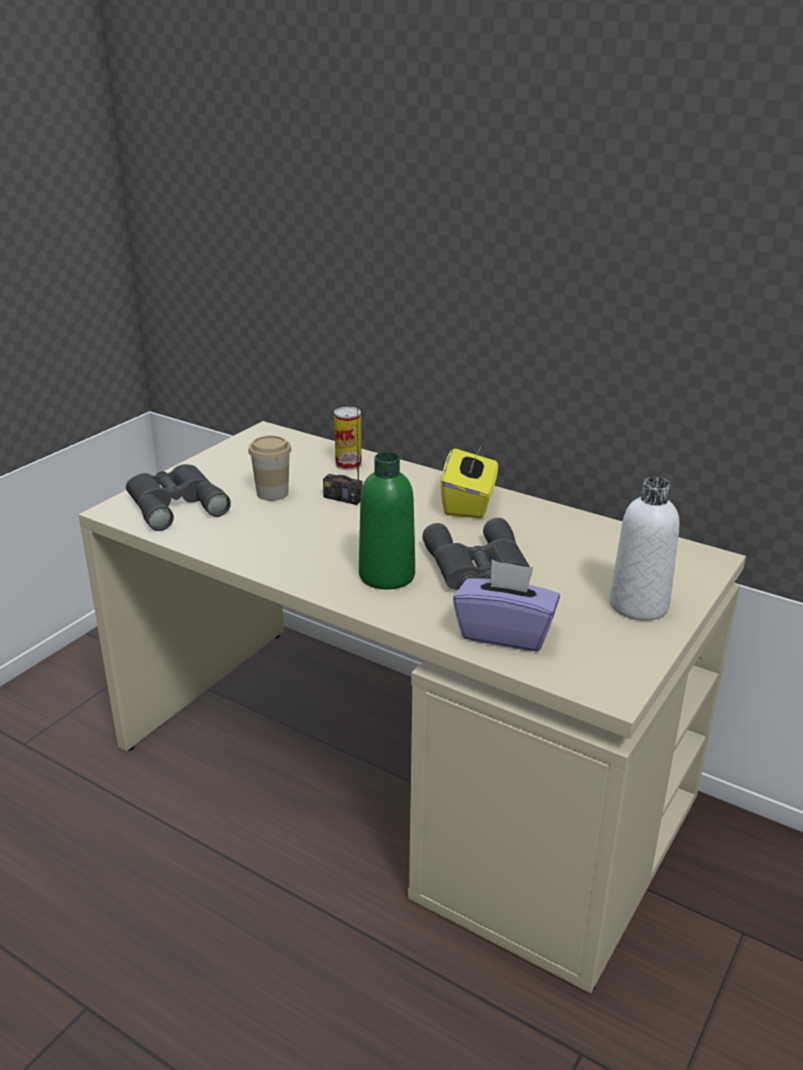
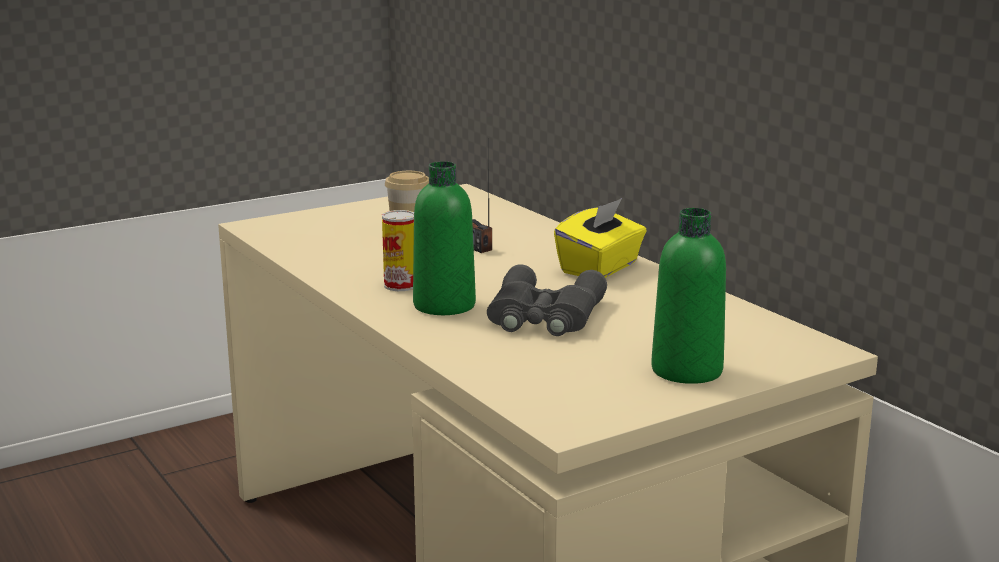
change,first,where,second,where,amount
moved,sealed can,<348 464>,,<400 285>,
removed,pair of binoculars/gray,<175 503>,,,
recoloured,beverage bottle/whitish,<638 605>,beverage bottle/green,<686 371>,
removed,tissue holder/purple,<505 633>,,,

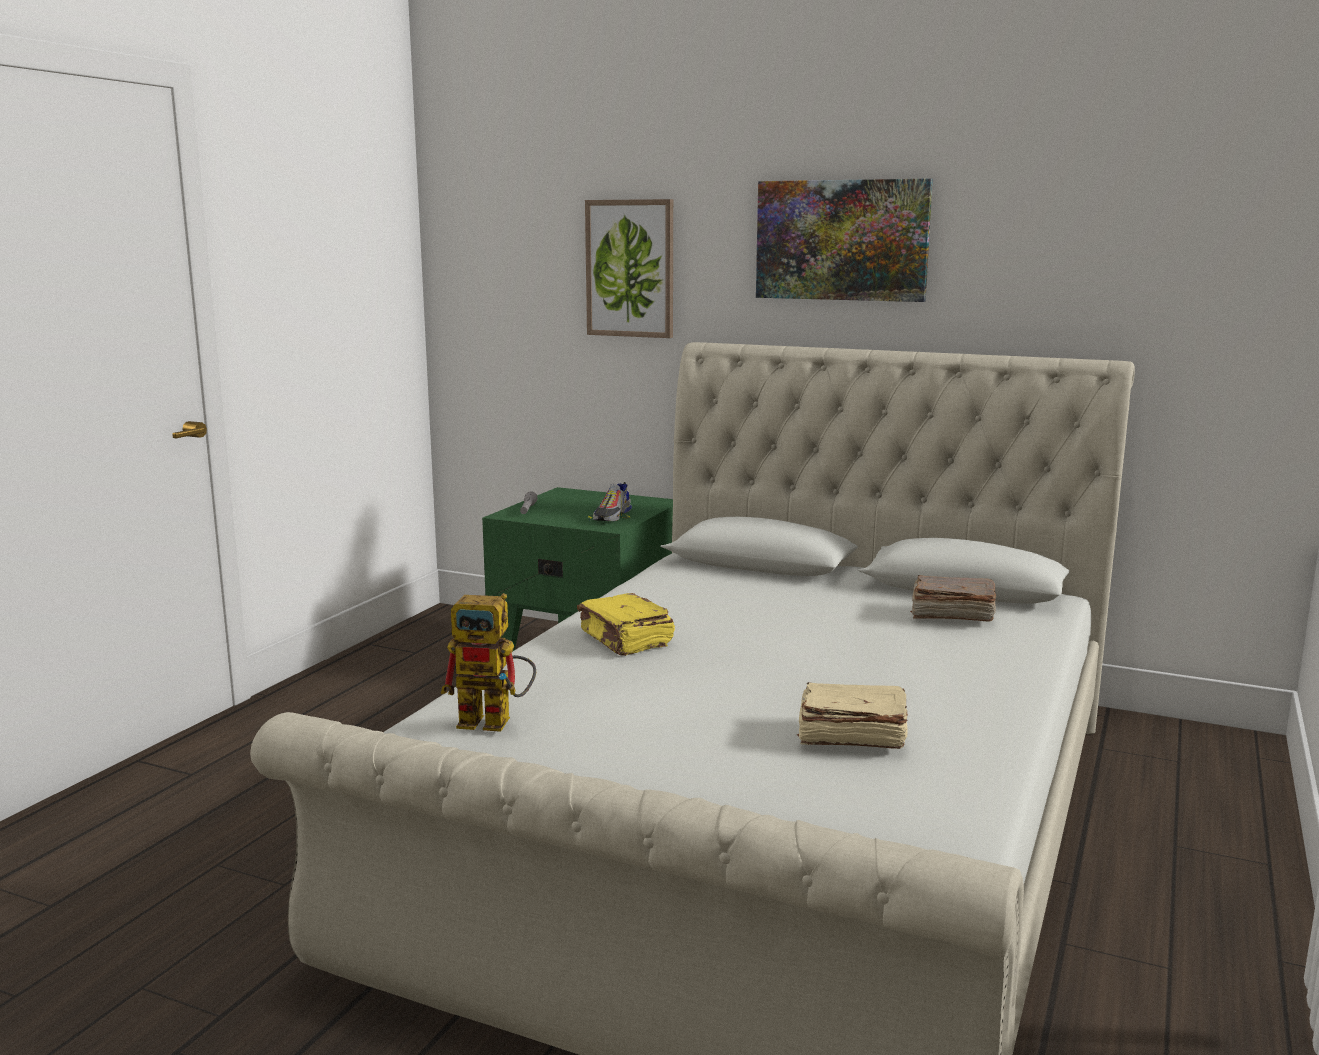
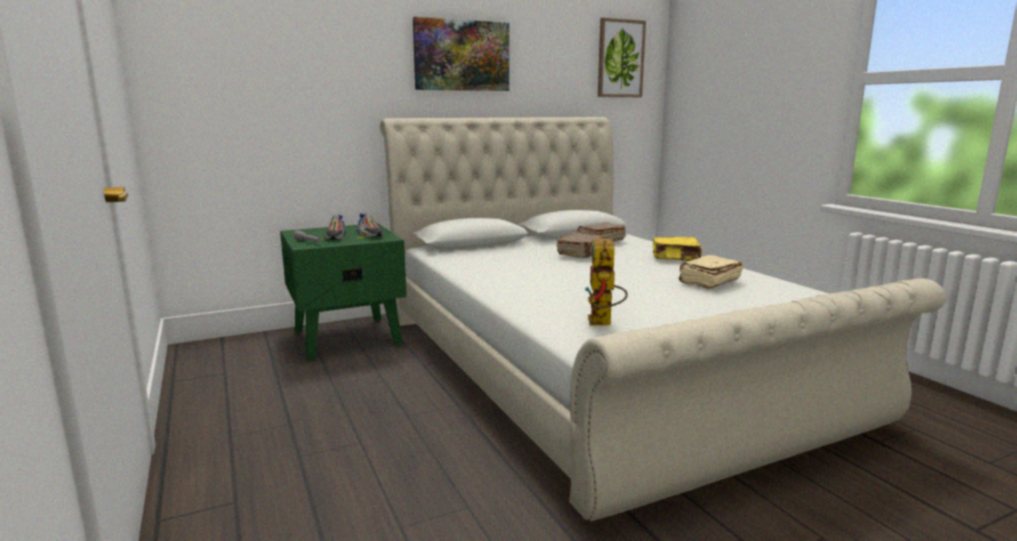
change,first,where,second,where,amount
moved,picture,<630 268>,,<620 59>,
turned,model robot,<496 721>,,<603 323>,135 degrees clockwise
moved,bound book/yellow,<625 640>,,<676 258>,
added,,,low shoe,<336 236>,
added,,,bound book/brownish,<580 254>,

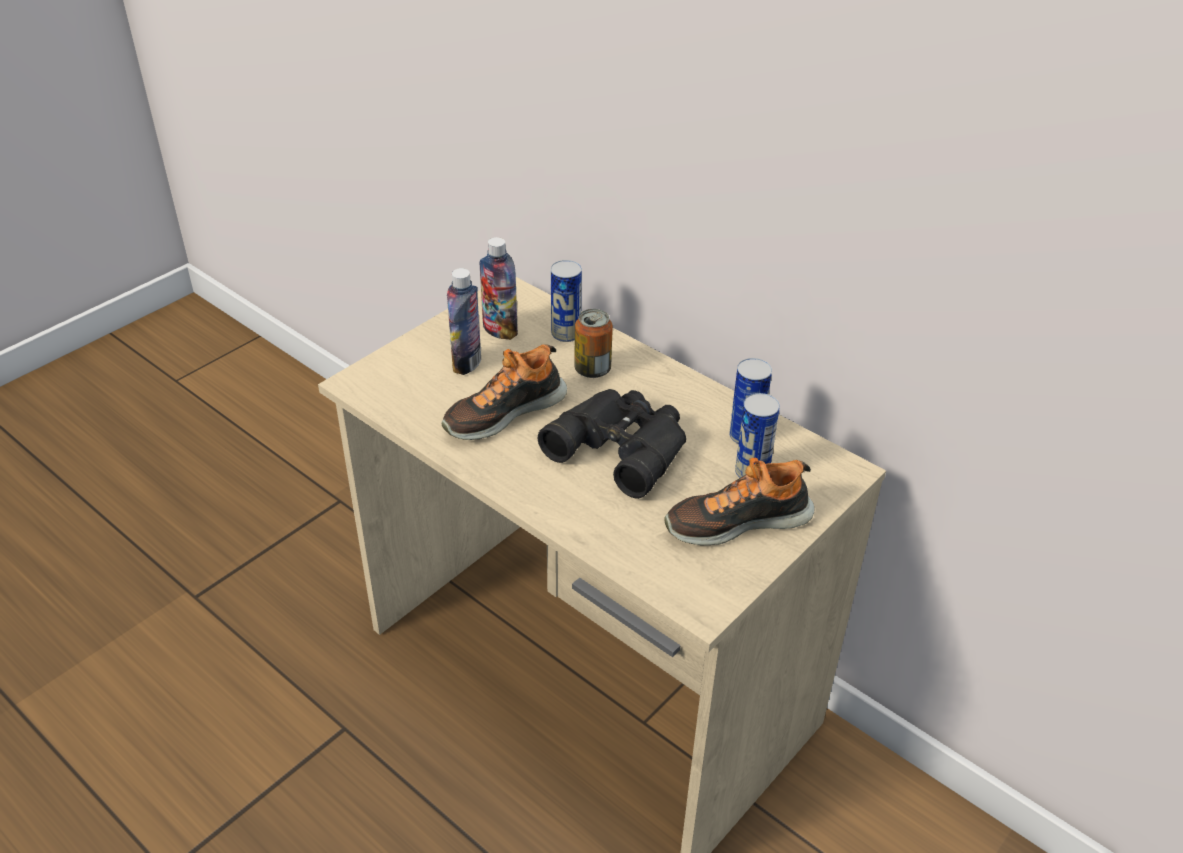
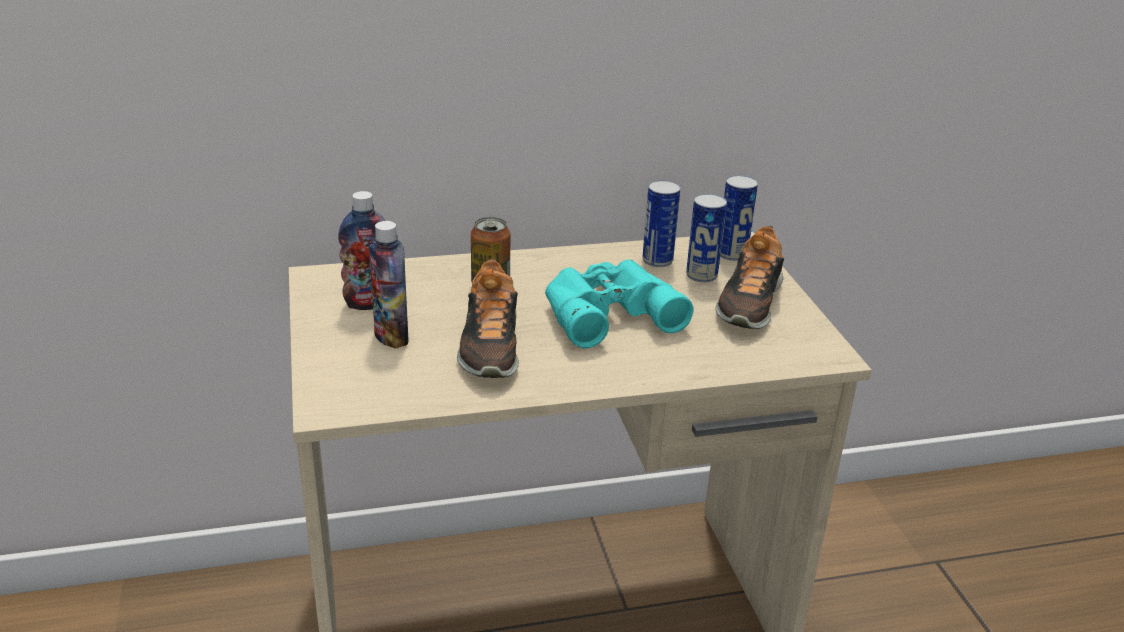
change,first,where,second,where,amount
moved,sealed can,<566 334>,,<732 254>,
recoloured,pair of binoculars/blackish,<622 446>,pair of binoculars/turquoise-coloured,<606 311>,

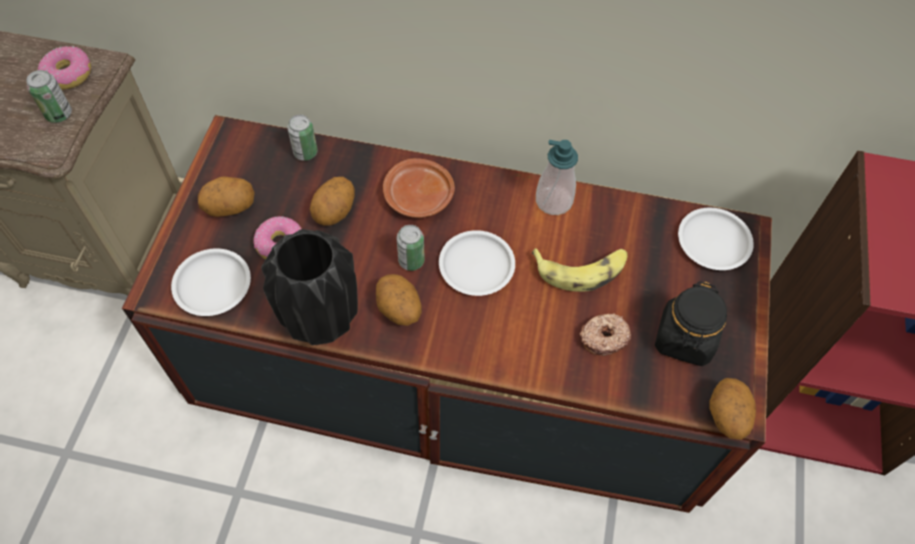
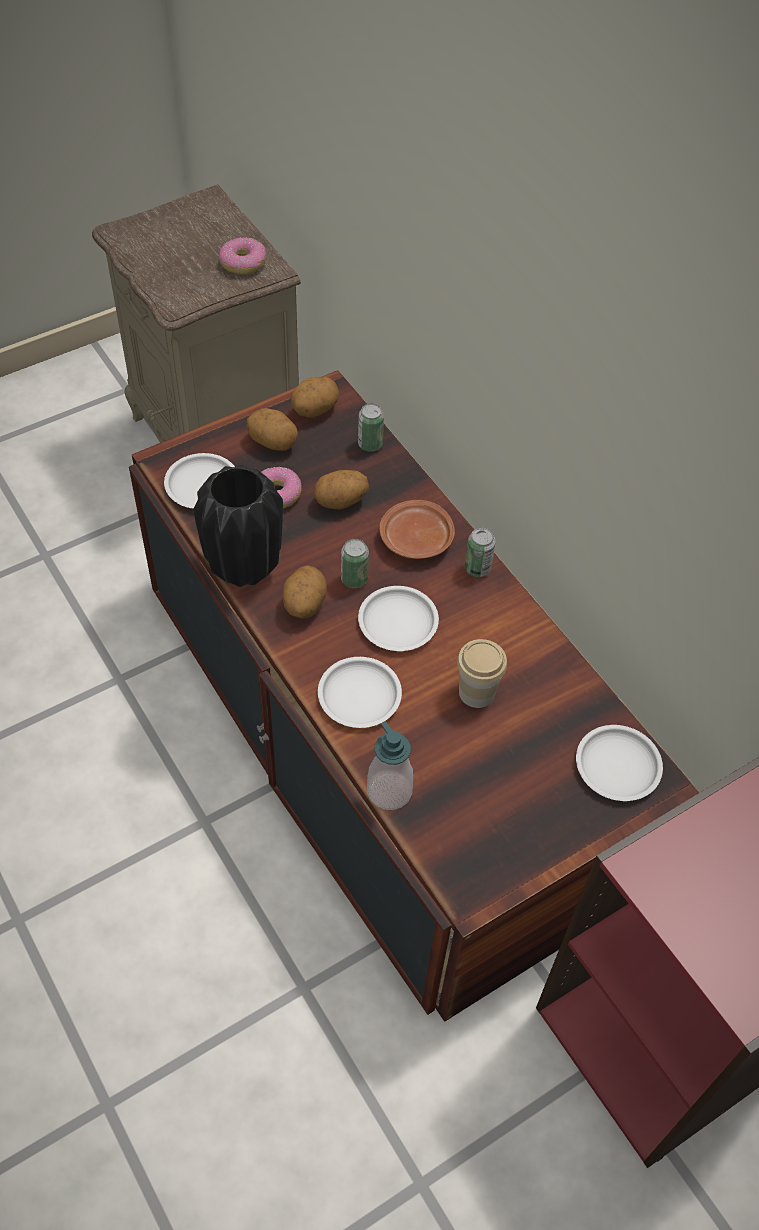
change,first,where,second,where,amount
moved,sealed can,<59 114>,,<477 568>,
moved,liquid soap bottle,<553 201>,,<389 791>,
replaced,whole banana,<581 269>,drinking cup,<476 692>,
removed,preserve jar/blackish,<684 339>,,,
removed,doughnut,<603 337>,,,
moved,whole potato,<725 416>,,<314 410>,
added,,,dinner plate/whitish,<359 696>,

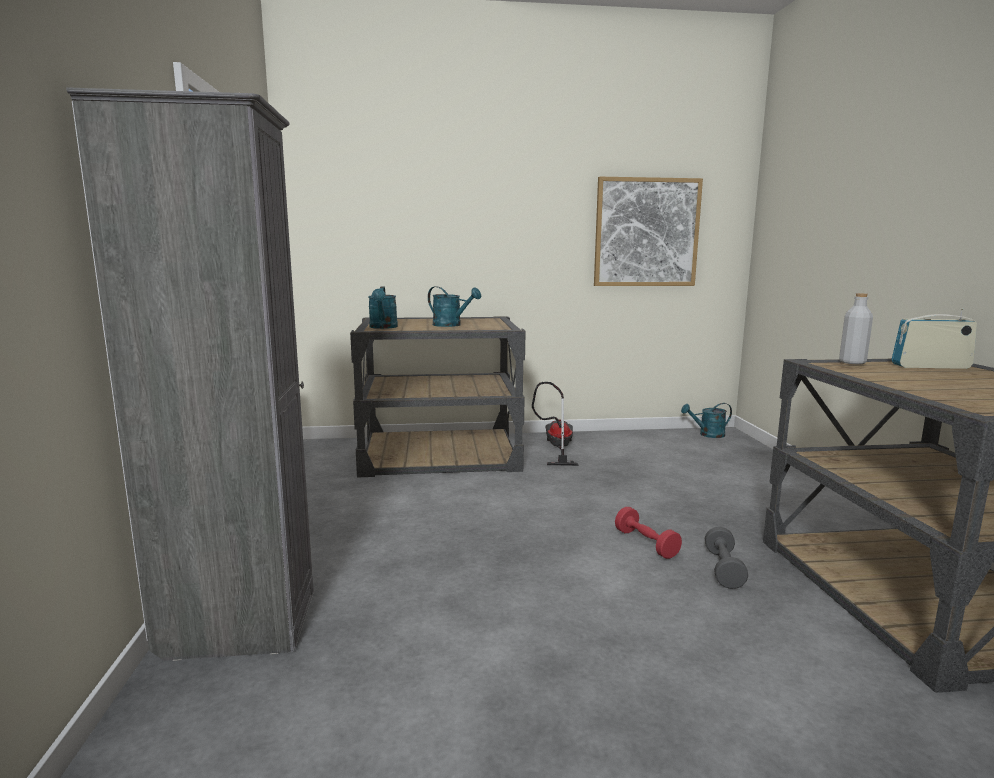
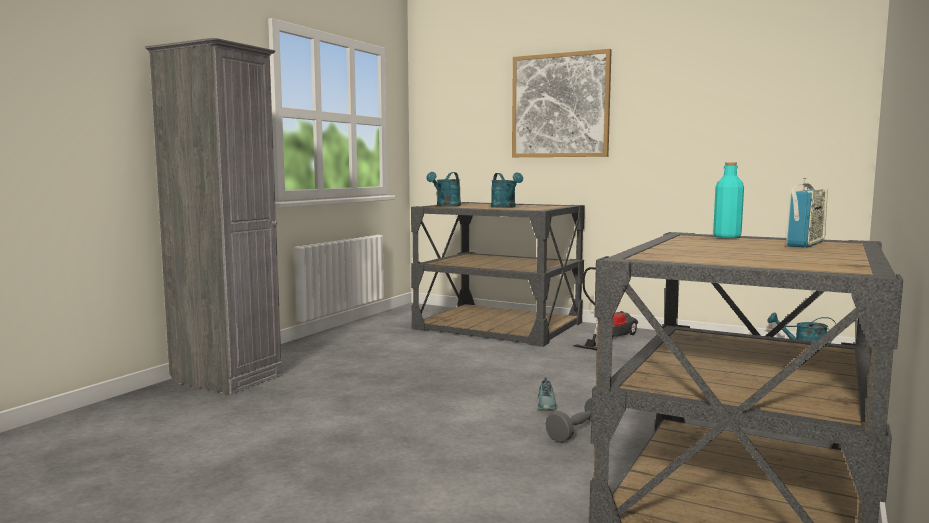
change,first,where,second,where,amount
moved,picture,<646 232>,,<560 105>,
recoloured,beverage bottle/gray,<852 362>,beverage bottle/turquoise-coloured,<727 236>,
turned,radio set,<930 366>,,<805 244>,90 degrees clockwise
replaced,free weight/red-coloured,<646 544>,low shoe,<547 404>,

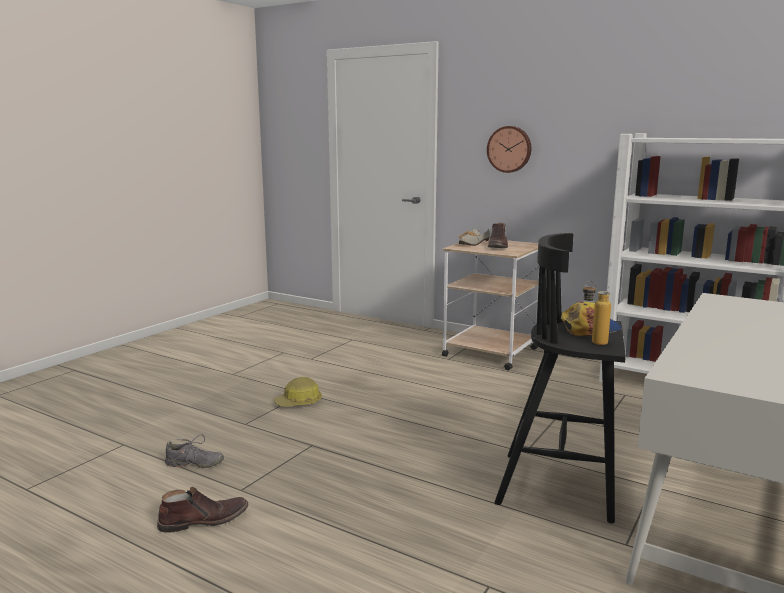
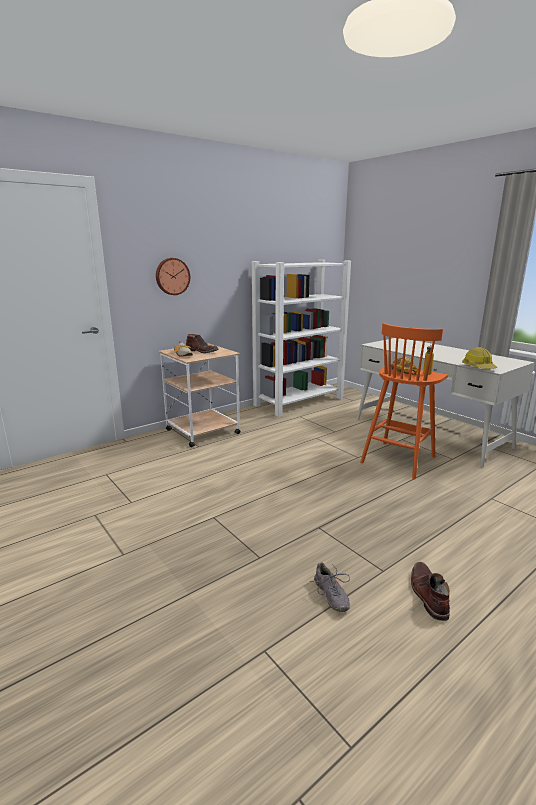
change,first,where,second,where,amount
recoloured,stool seat/blackish,<561 486>,stool seat/orange,<399 458>,
moved,hard hat,<299 402>,,<478 367>,
turned,low shoe/gray,<194 464>,,<330 595>,135 degrees clockwise

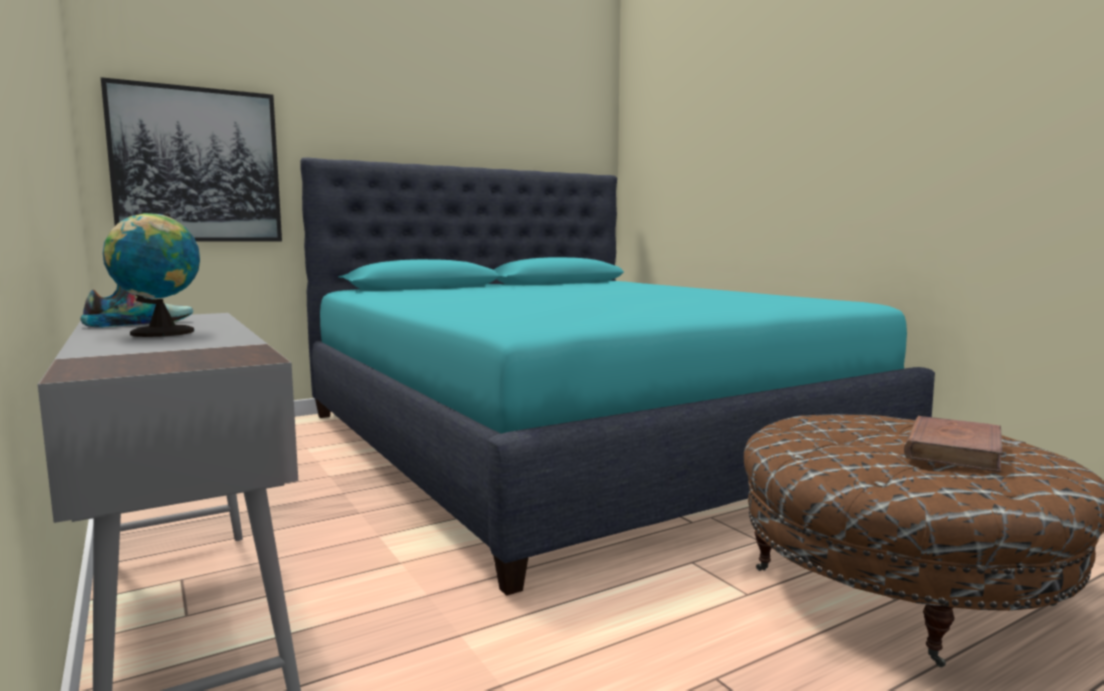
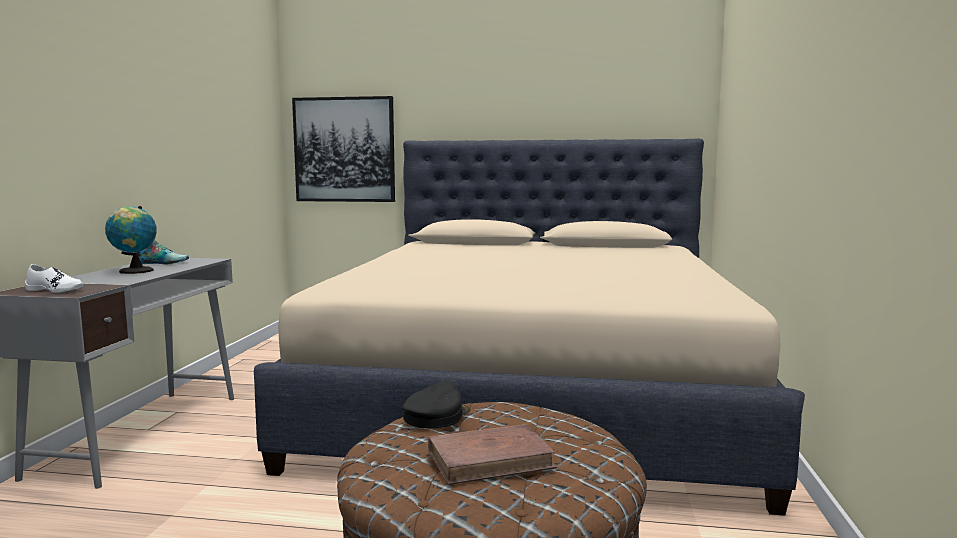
change,first,where,second,where,amount
recoloured,bed/turquoise-coloured,<575 440>,bed/beige,<533 391>,
added,,,low shoe/whitish,<55 290>,
added,,,peaked cap/blackish,<436 416>,

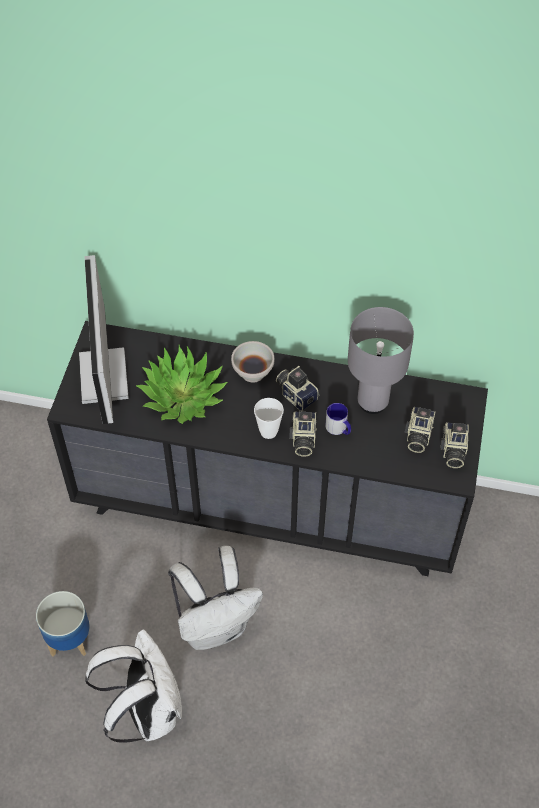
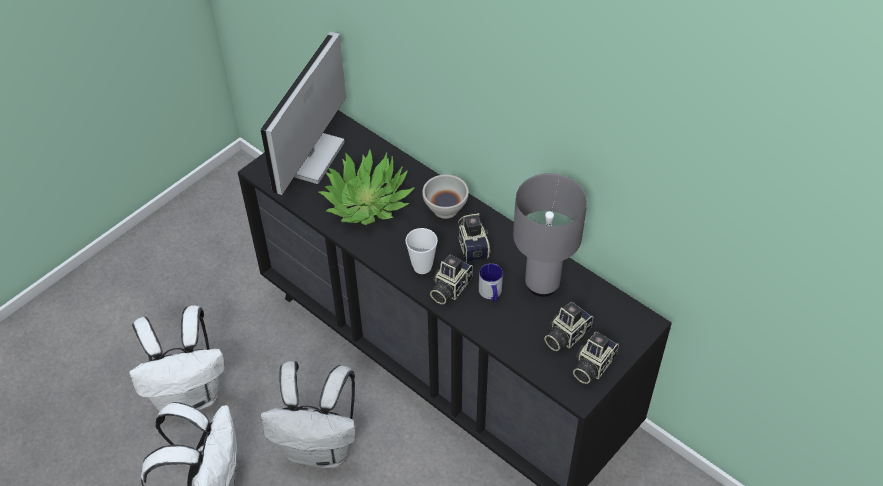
change,first,where,second,where,amount
replaced,plant pot,<69 639>,knapsack/whitish,<190 394>,

